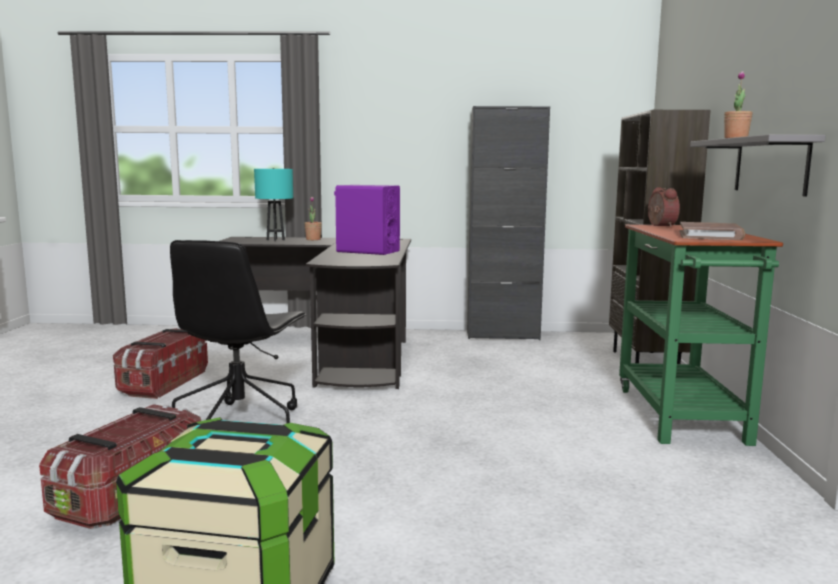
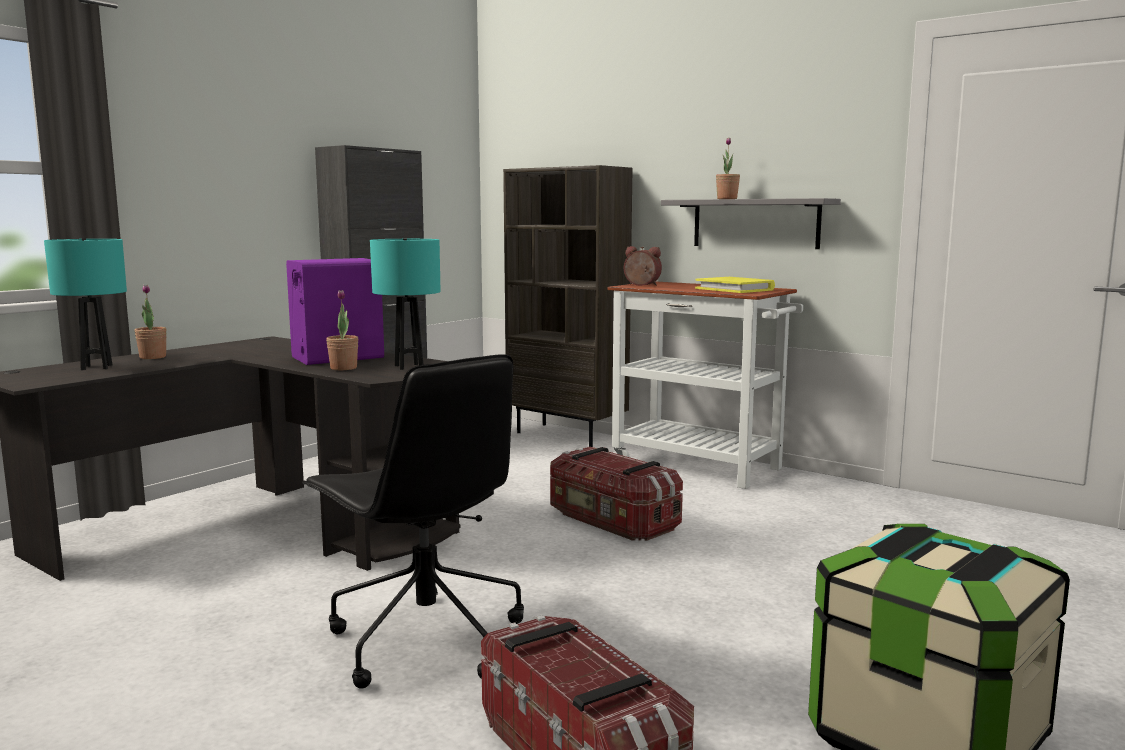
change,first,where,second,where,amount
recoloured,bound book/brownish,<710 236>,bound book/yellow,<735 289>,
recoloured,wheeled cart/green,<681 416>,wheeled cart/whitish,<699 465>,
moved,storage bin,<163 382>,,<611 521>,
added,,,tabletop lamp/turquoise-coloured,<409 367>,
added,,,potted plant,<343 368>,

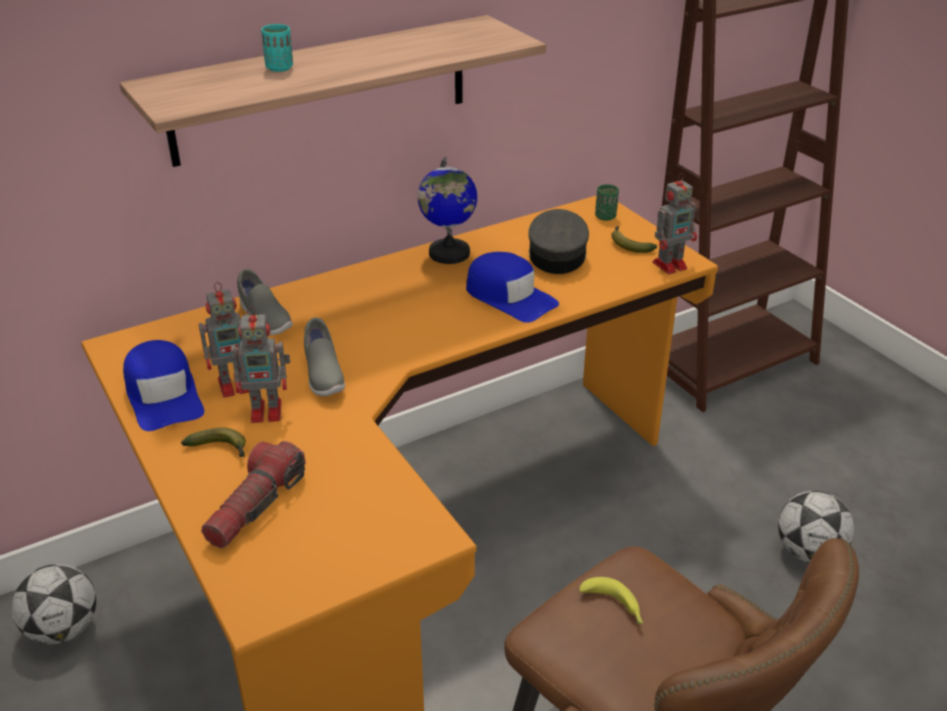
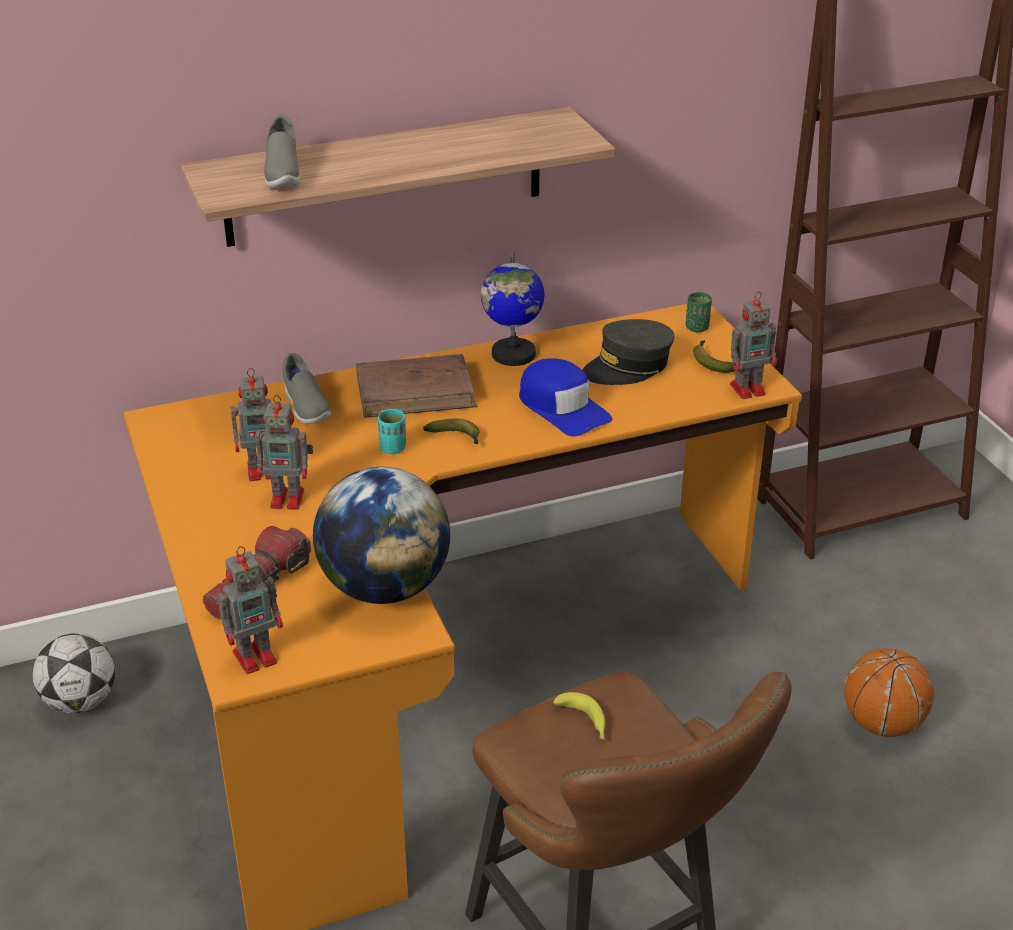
change,first,where,second,where,amount
moved,drinking cup/turquoise-coloured,<279 68>,,<393 448>,
turned,peaked cap/gray,<557 255>,,<628 366>,135 degrees counterclockwise
moved,low shoe/gray,<323 375>,,<282 174>,
removed,peaked cap/blue,<164 395>,,,
moved,whole banana,<221 449>,,<457 437>,
replaced,football,<808 552>,basketball ball,<881 724>,
added,,,bound book/brownish,<415 392>,
added,,,globe,<384 587>,
added,,,model robot,<257 656>,

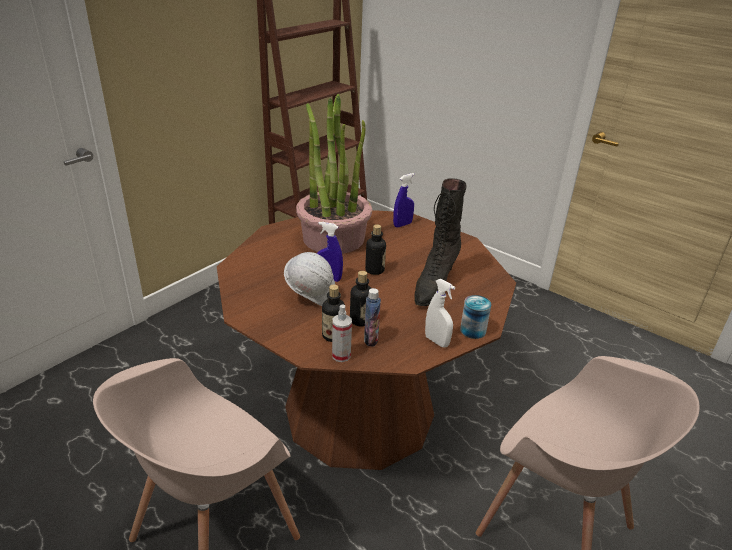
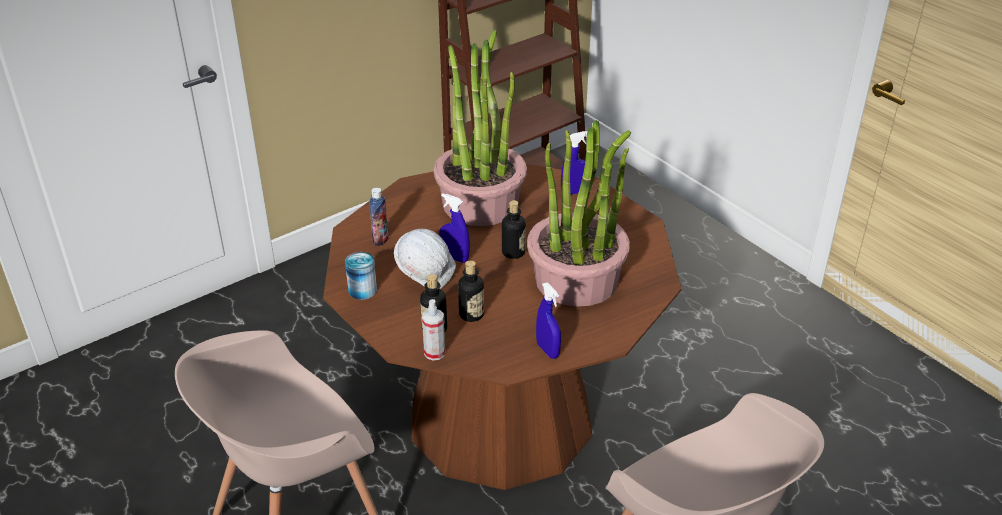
change,first,where,second,where,amount
replaced,boot/blackish,<434 285>,potted plant,<577 280>,
recoloured,spray bottle/whitish,<436 341>,spray bottle/blue,<547 350>,
moved,beverage bottle,<371 339>,,<380 239>,
moved,sealed can,<473 330>,,<362 290>,

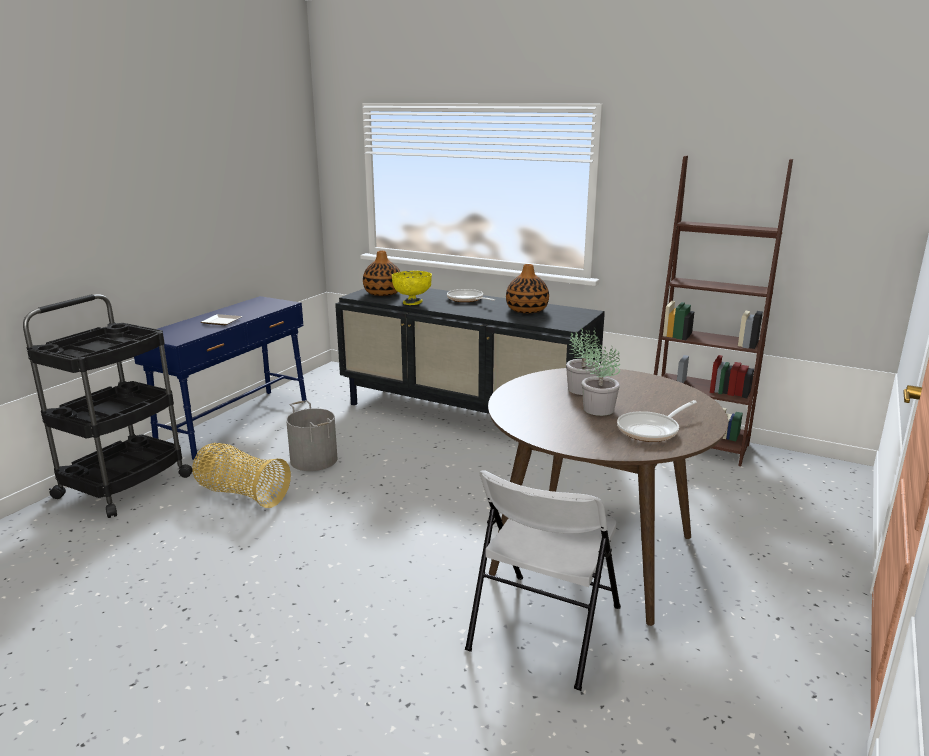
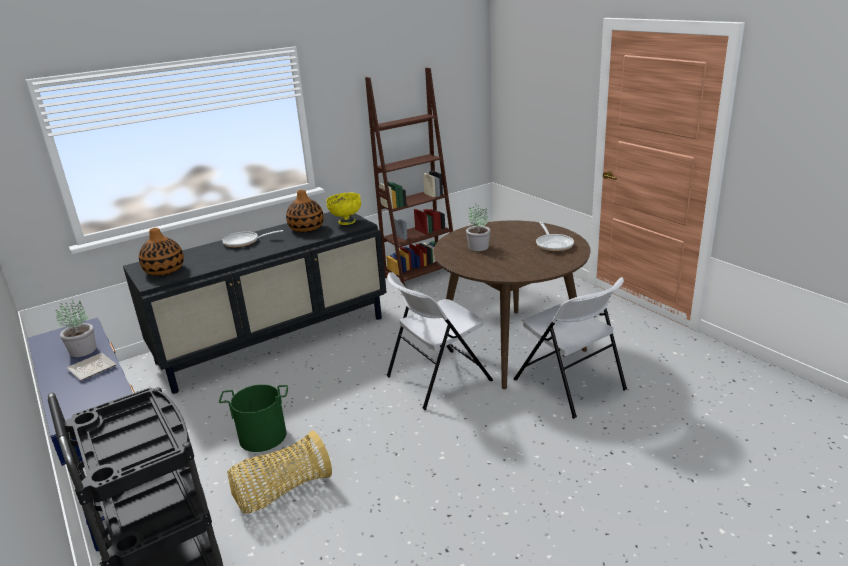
change,first,where,second,where,amount
moved,deep dish/yellow,<412 302>,,<346 222>,
moved,potted plant,<599 409>,,<83 350>,
recoloured,water bucket/gray,<314 460>,water bucket/green,<263 436>,
added,,,upright chair/whitish,<438 378>,

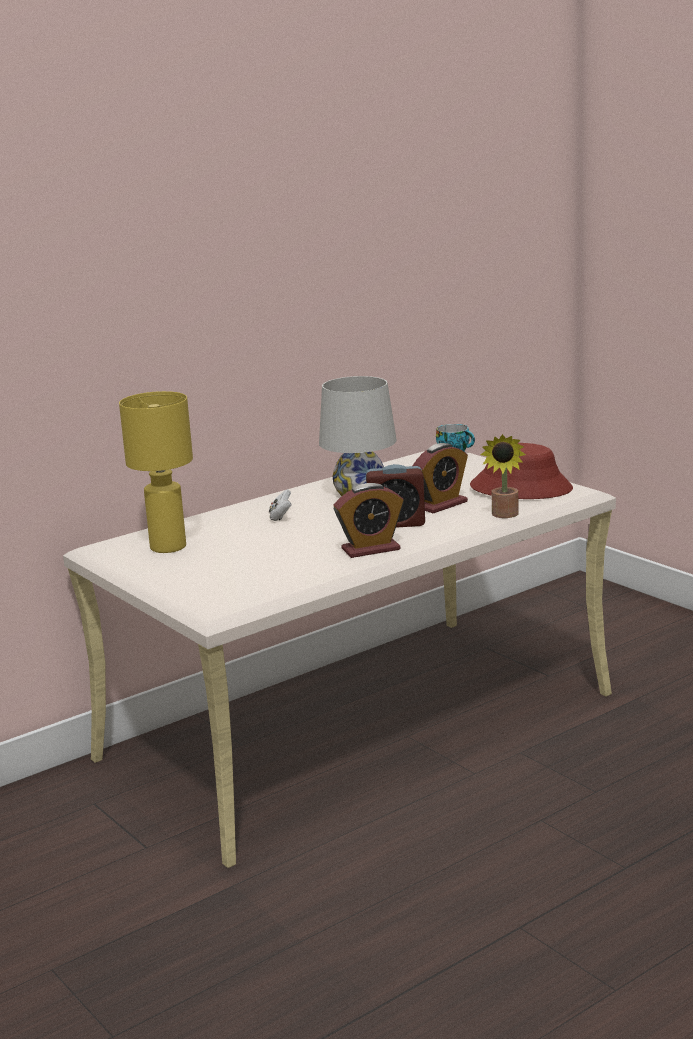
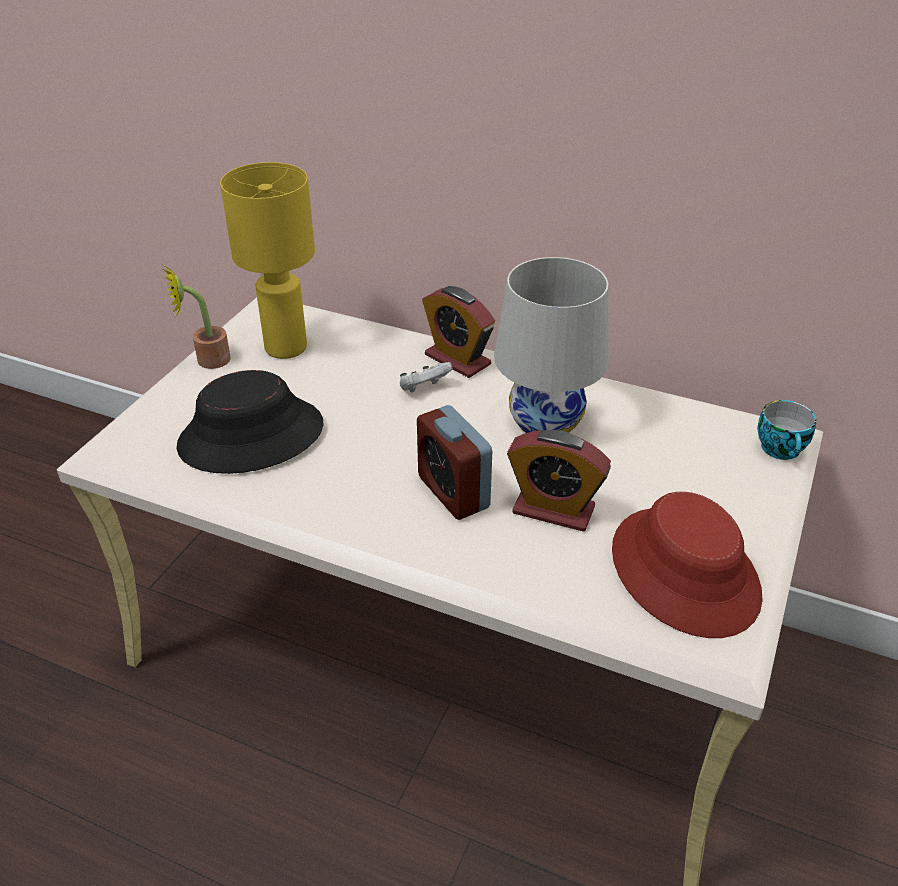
change,first,where,second,where,amount
moved,potted plant,<504 515>,,<206 361>,
moved,bedside clock,<370 549>,,<457 360>,
added,,,hat/blackish,<251 436>,

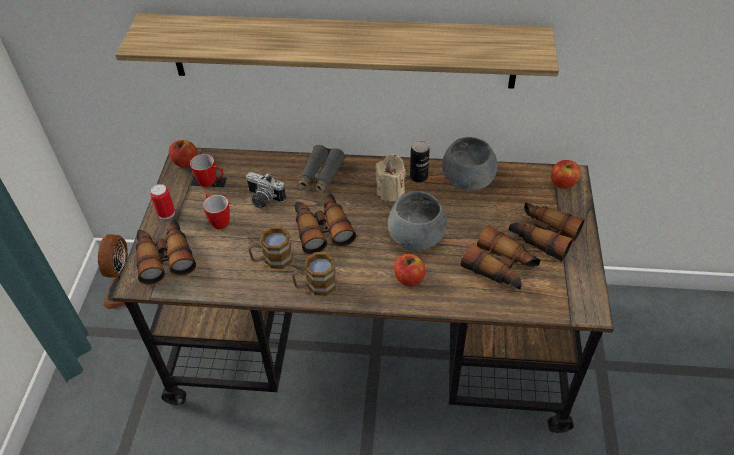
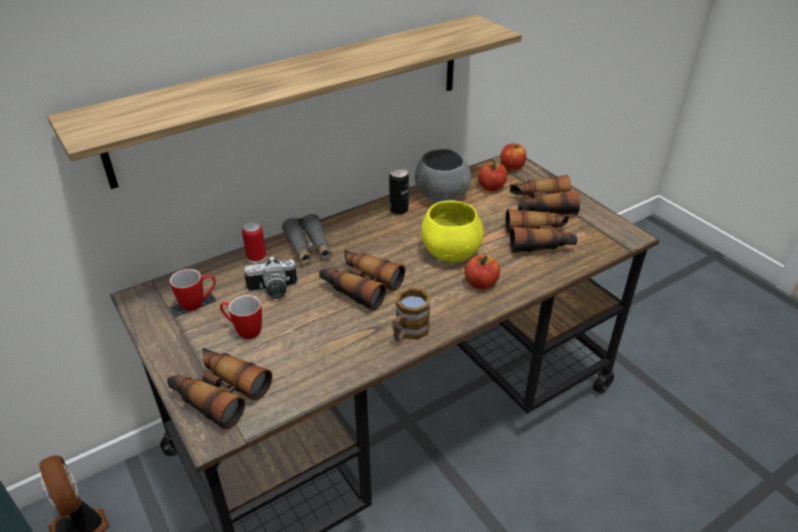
change,first,where,second,where,amount
moved,apple,<185 162>,,<491 187>,
removed,candle/beige,<390 191>,,,
moved,sealed can,<166 213>,,<256 257>,
recoloured,deep dish/gray,<417 238>,deep dish/yellow,<451 252>,
removed,mug,<272 259>,,,

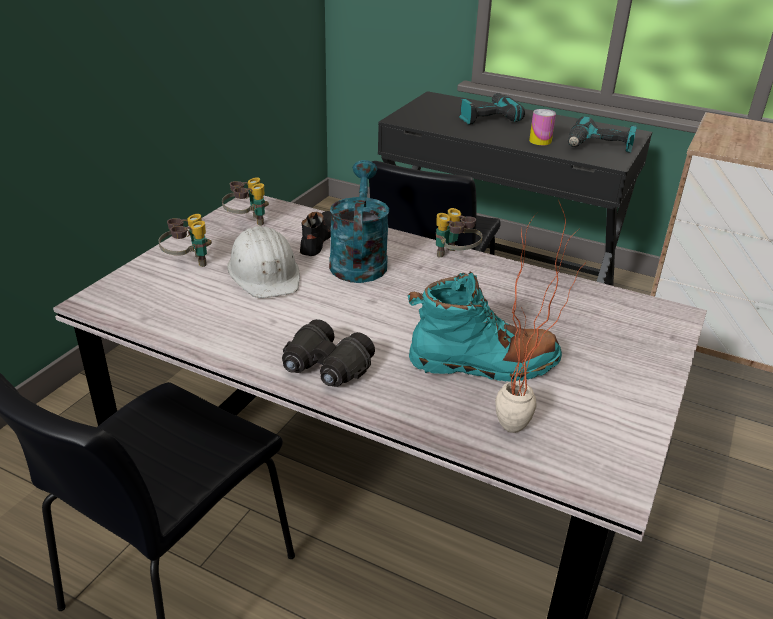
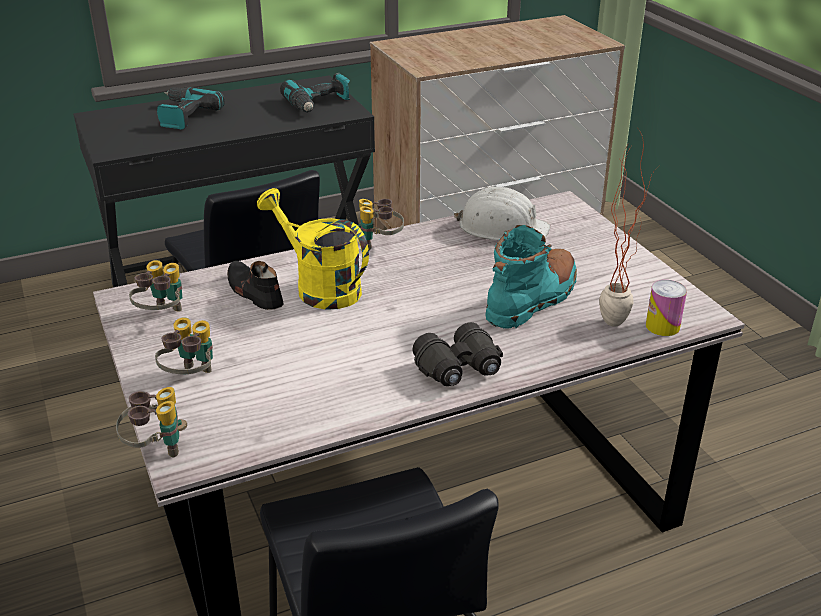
change,first,where,second,where,amount
moved,sealed can,<540 141>,,<662 326>,
recoloured,watering pot/turquoise-coloured,<358 260>,watering pot/yellow,<319 287>,
moved,hard hat/whitish,<265 273>,,<502 228>,
added,,,pair of binoculars,<156 449>,

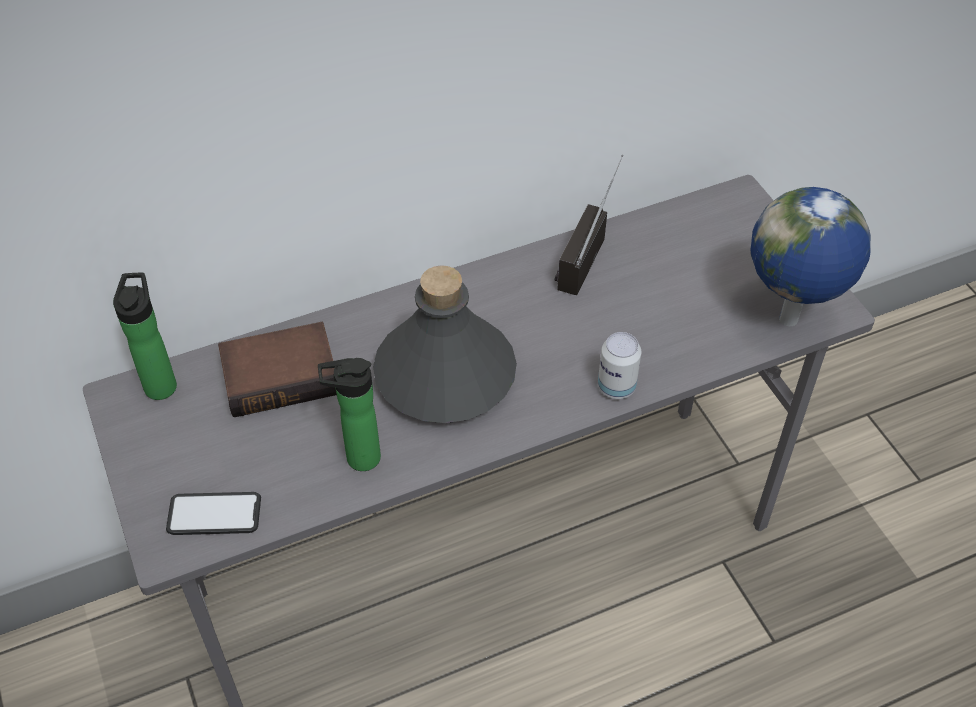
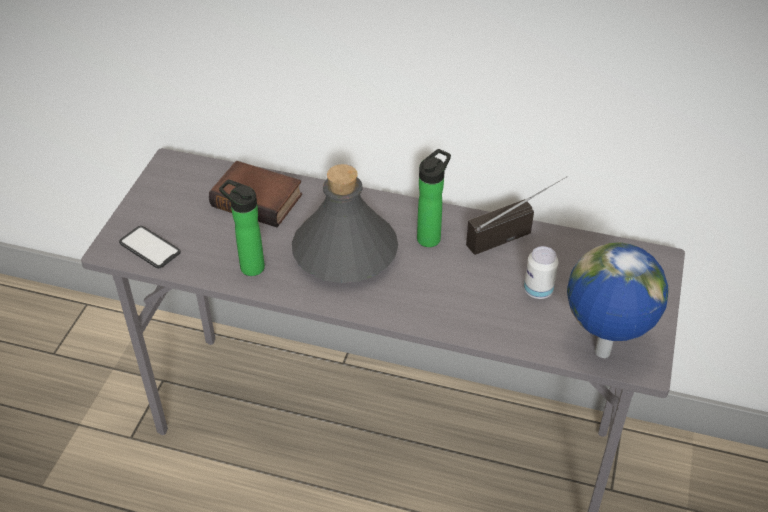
change,first,where,second,where,amount
moved,beverage bottle,<161 383>,,<431 237>,
moved,sealed can,<616 387>,,<538 291>,

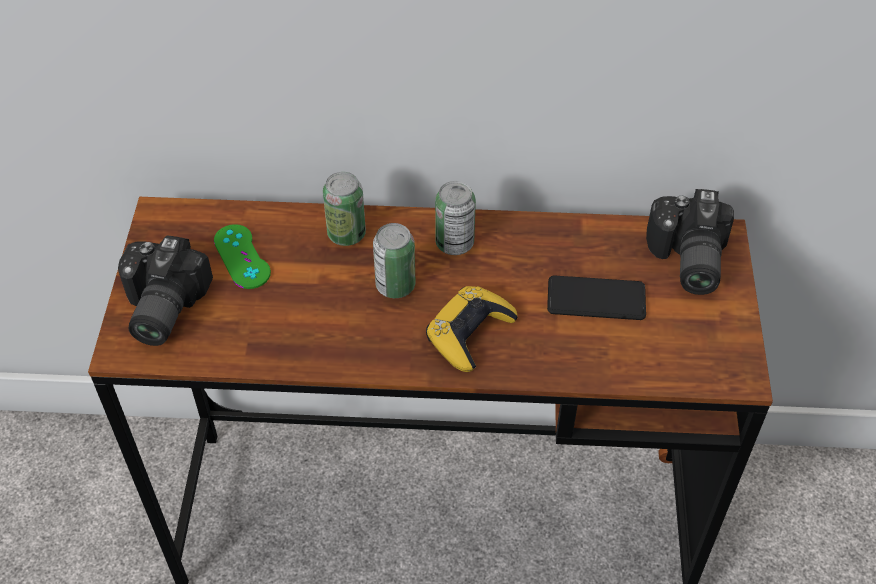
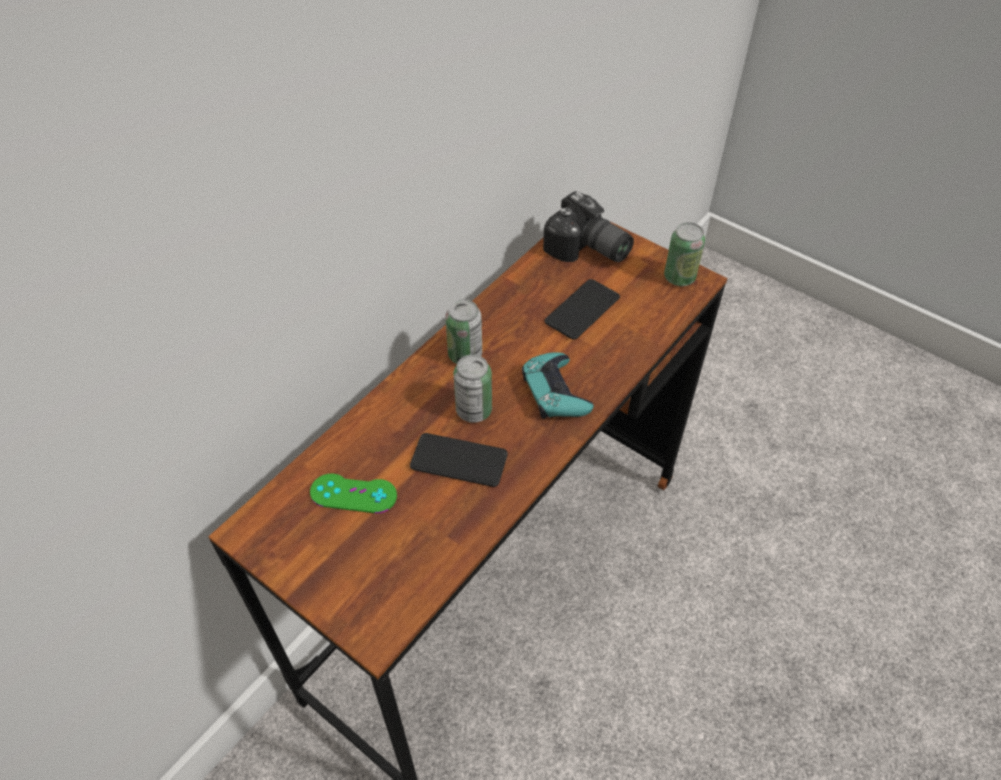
change,first,where,second,where,amount
moved,sealed can,<346 234>,,<679 277>,
removed,still camera,<158 308>,,,
recoloured,joypad/yellow,<469 333>,joypad/turquoise-coloured,<555 392>,
added,,,handset,<459 461>,

